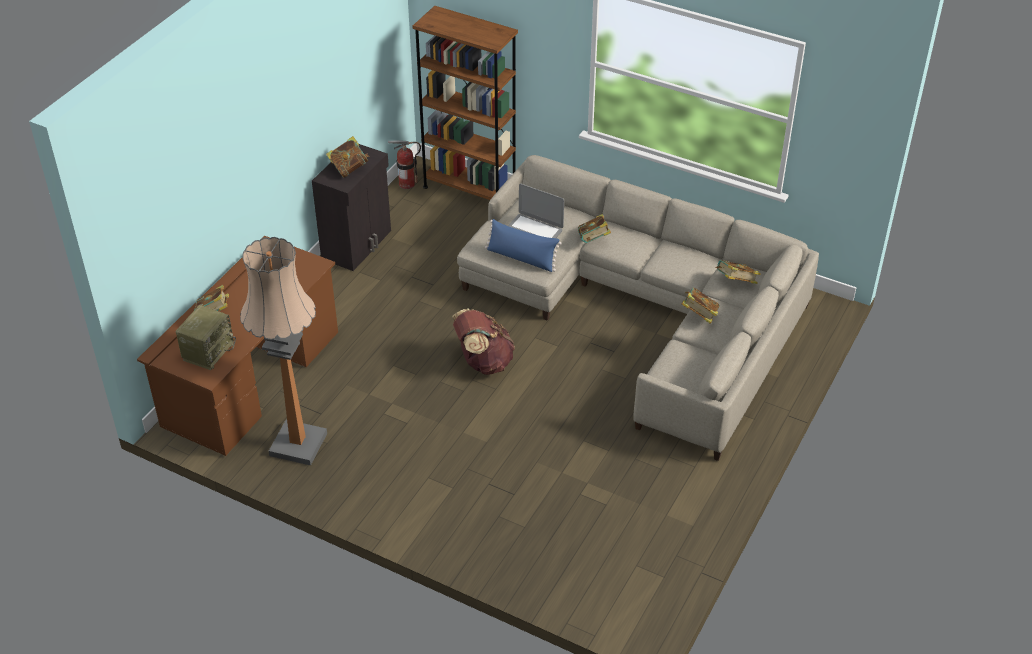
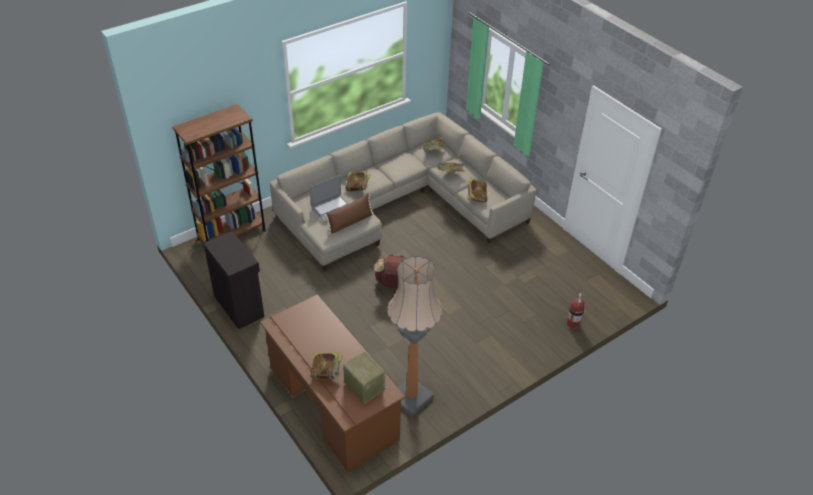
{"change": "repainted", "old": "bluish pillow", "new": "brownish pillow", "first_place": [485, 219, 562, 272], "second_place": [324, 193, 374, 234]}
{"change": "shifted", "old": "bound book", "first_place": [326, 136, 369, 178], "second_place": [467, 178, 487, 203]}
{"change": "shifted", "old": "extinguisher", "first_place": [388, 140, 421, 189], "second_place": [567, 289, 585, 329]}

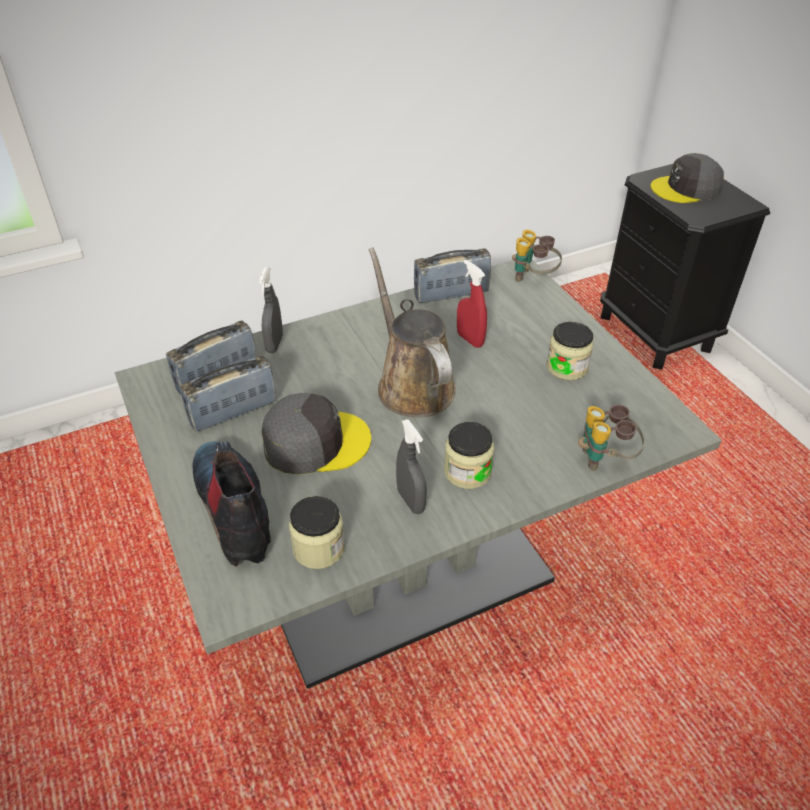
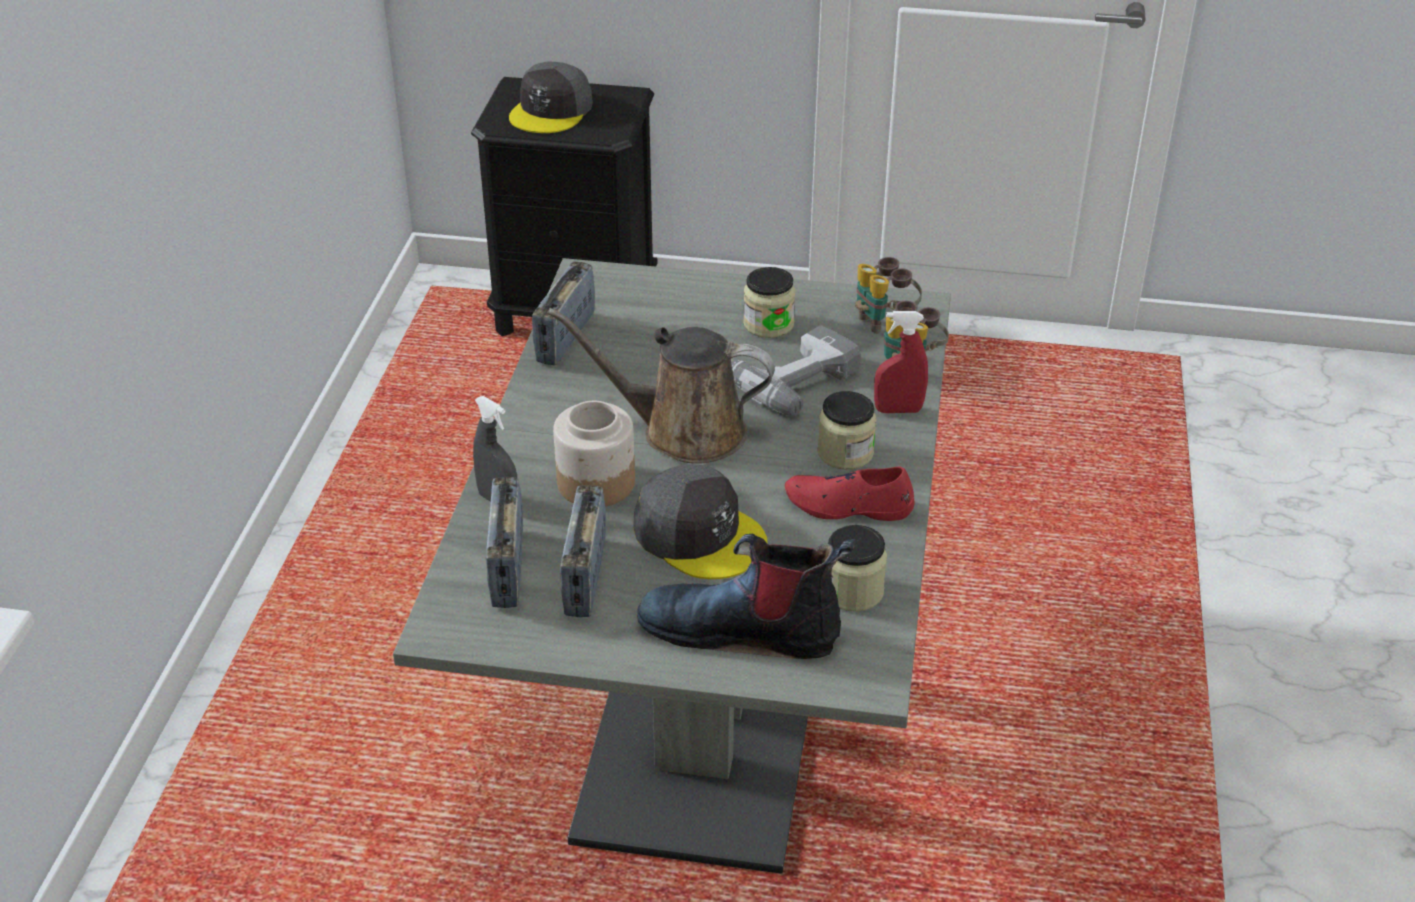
{"change": "new", "new": "storage jar", "second_place": [553, 401, 635, 507]}
{"change": "rotated", "old": "grey baseball cap", "first_place": [261, 393, 371, 475], "second_place": [633, 464, 768, 579], "degrees": 105}
{"change": "new", "new": "electric drill", "second_place": [730, 325, 861, 416]}
{"change": "swapped", "old": "grey spray bottle", "new": "reddish low shoe", "first_place": [396, 419, 427, 514], "second_place": [785, 467, 914, 521]}
{"change": "shifted", "old": "binoculars", "first_place": [512, 230, 562, 282], "second_place": [855, 257, 922, 334]}
{"change": "shifted", "old": "reddish spray bottle", "first_place": [457, 260, 487, 348], "second_place": [874, 311, 928, 413]}

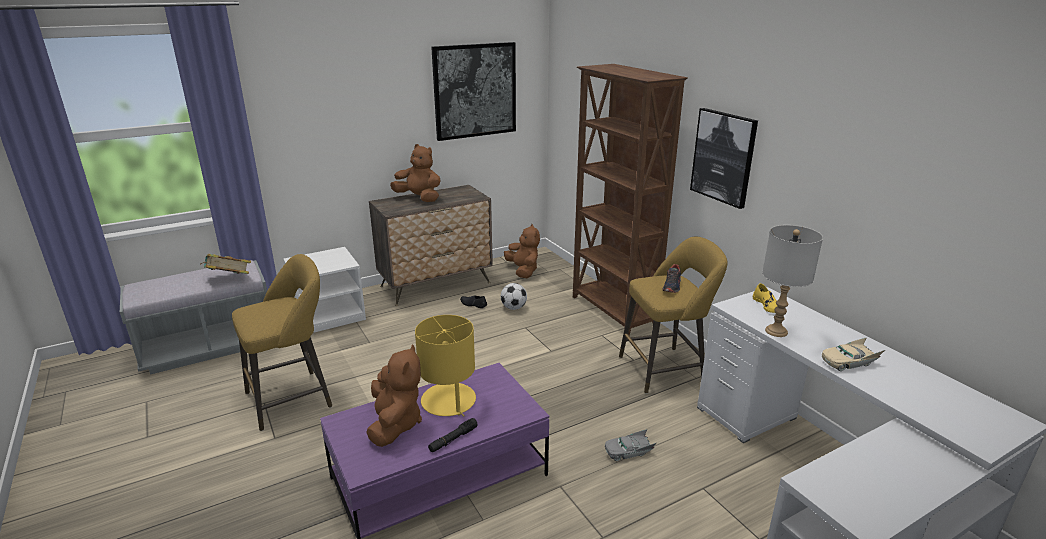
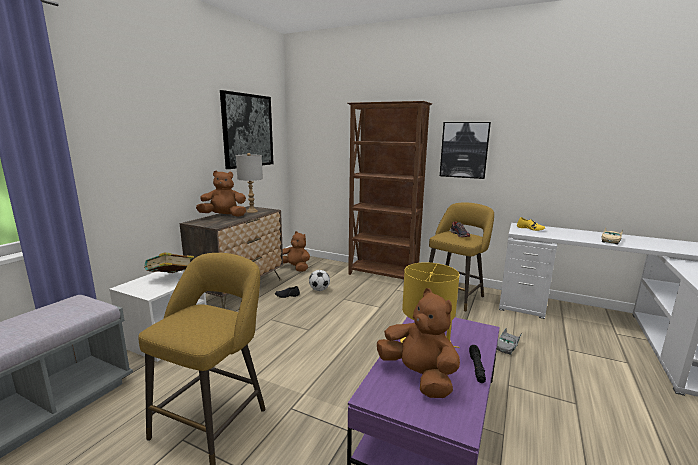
{"change": "shifted", "old": "bound book", "first_place": [201, 254, 251, 274], "second_place": [144, 252, 194, 273]}
{"change": "shifted", "old": "grey lamp for a table", "first_place": [762, 225, 823, 337], "second_place": [236, 153, 263, 213]}

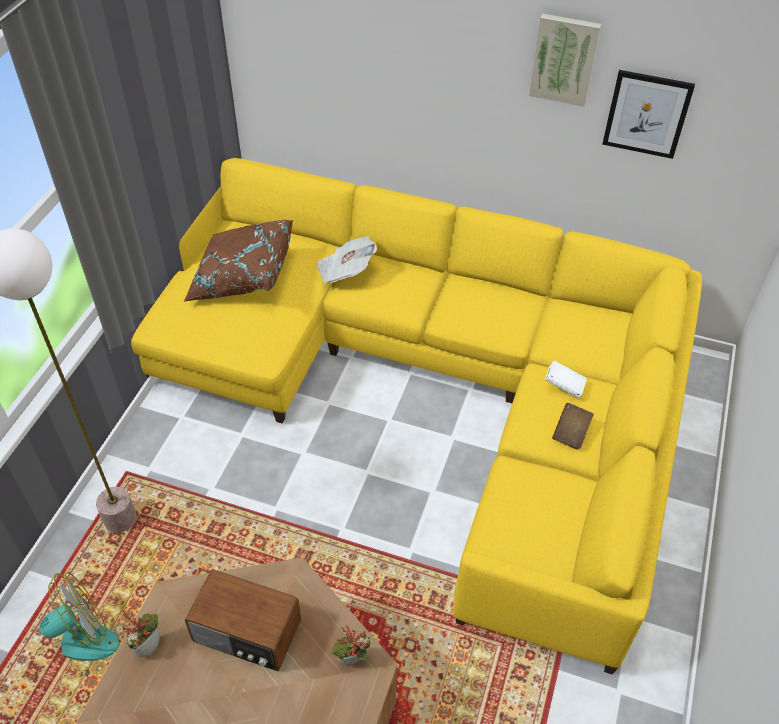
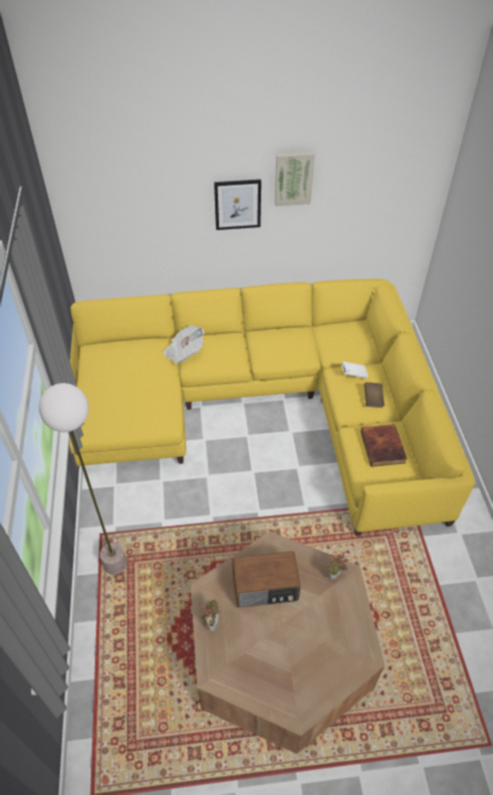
{"change": "shifted", "old": "wall picture", "first_place": [602, 70, 695, 159], "second_place": [214, 179, 261, 230]}
{"change": "new", "new": "bound book", "second_place": [361, 424, 407, 467]}
{"change": "gone", "old": "electric fan", "first_place": [34, 572, 120, 677]}
{"change": "gone", "old": "brownish pillow", "first_place": [183, 220, 293, 302]}

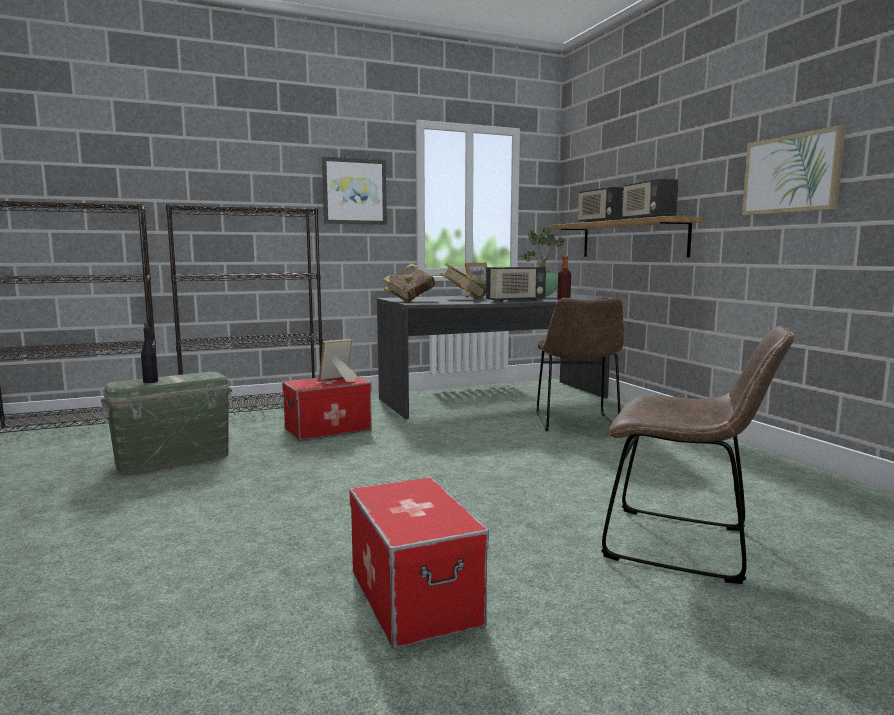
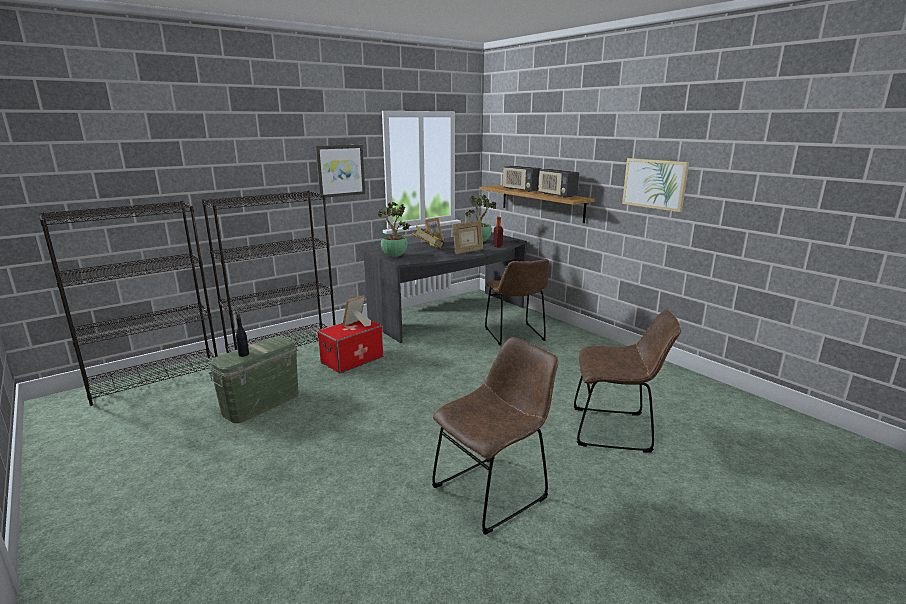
{"change": "swapped", "old": "bound book", "new": "potted plant", "first_place": [383, 263, 435, 302], "second_place": [378, 202, 410, 257]}
{"change": "swapped", "old": "storage bin", "new": "brownish chair", "first_place": [349, 477, 489, 649], "second_place": [432, 337, 558, 535]}
{"change": "swapped", "old": "radio set", "new": "photo frame", "first_place": [486, 267, 546, 302], "second_place": [452, 220, 483, 254]}

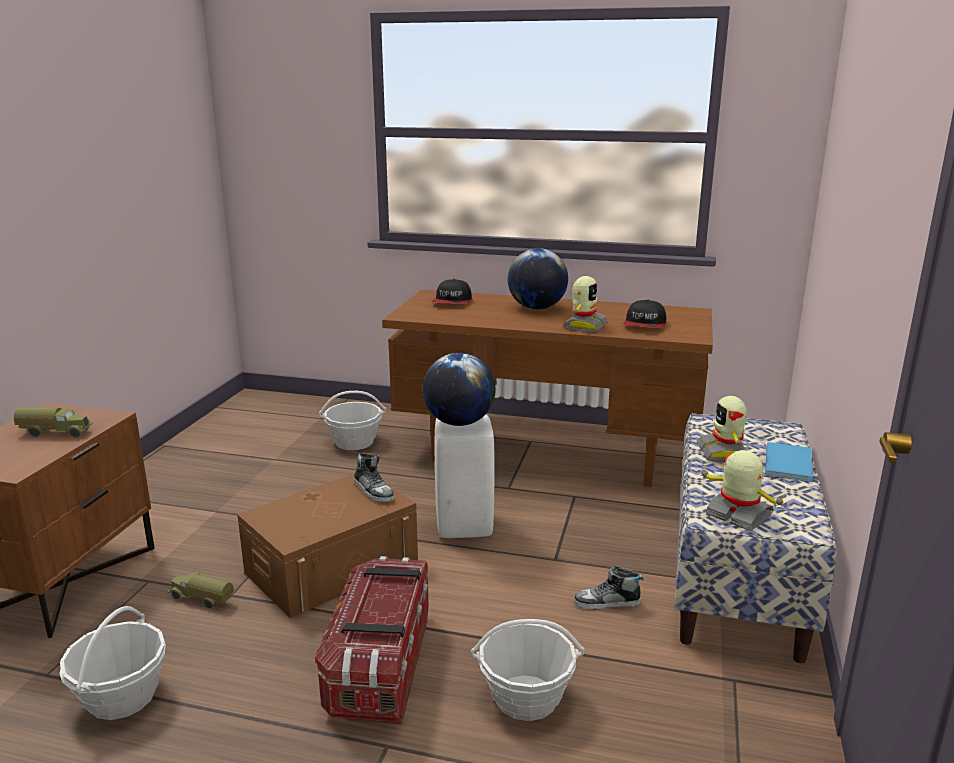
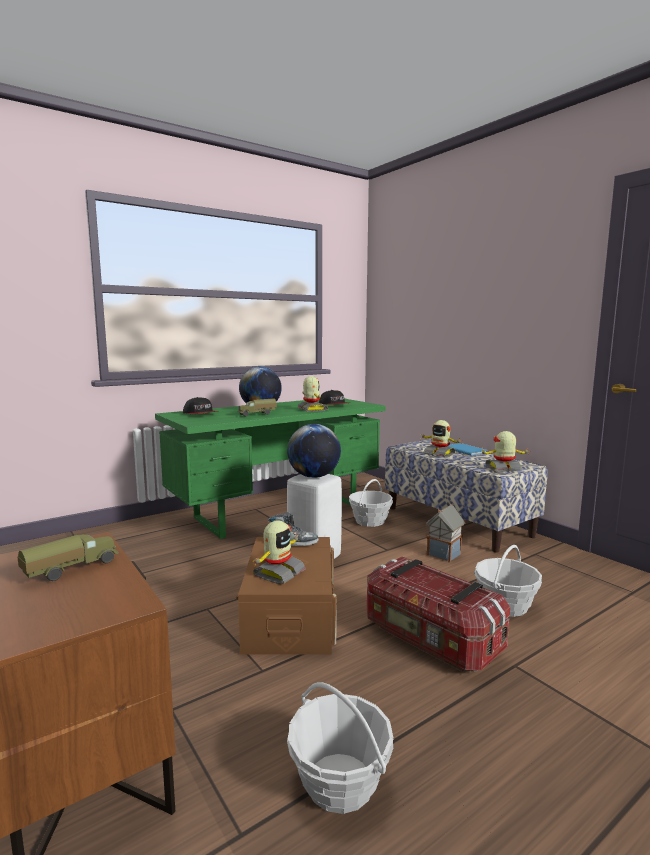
{"change": "repainted", "old": "brownish desk table", "new": "green-coloured desk table", "first_place": [382, 290, 713, 487], "second_place": [155, 398, 385, 539]}
{"change": "shifted", "old": "toy lorry", "first_place": [168, 573, 234, 608], "second_place": [237, 398, 277, 416]}
{"change": "new", "new": "toy robot", "second_place": [253, 520, 306, 584]}
{"change": "shifted", "old": "storage basket", "first_place": [319, 391, 386, 450], "second_place": [349, 479, 393, 527]}
{"change": "swapped", "old": "low shoe", "new": "miniature house", "first_place": [574, 565, 644, 609], "second_place": [426, 503, 465, 563]}

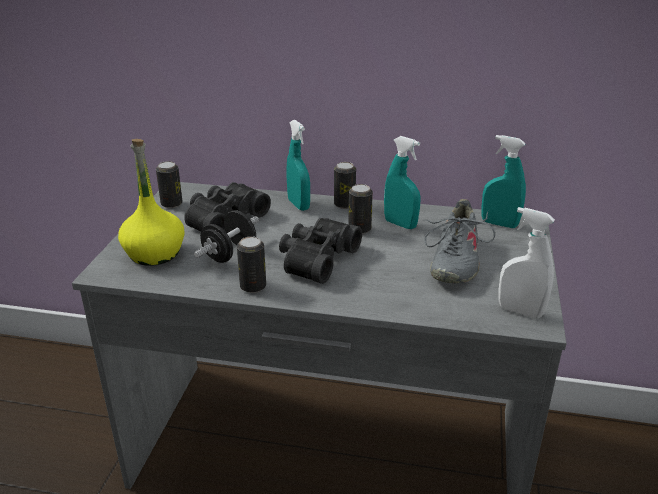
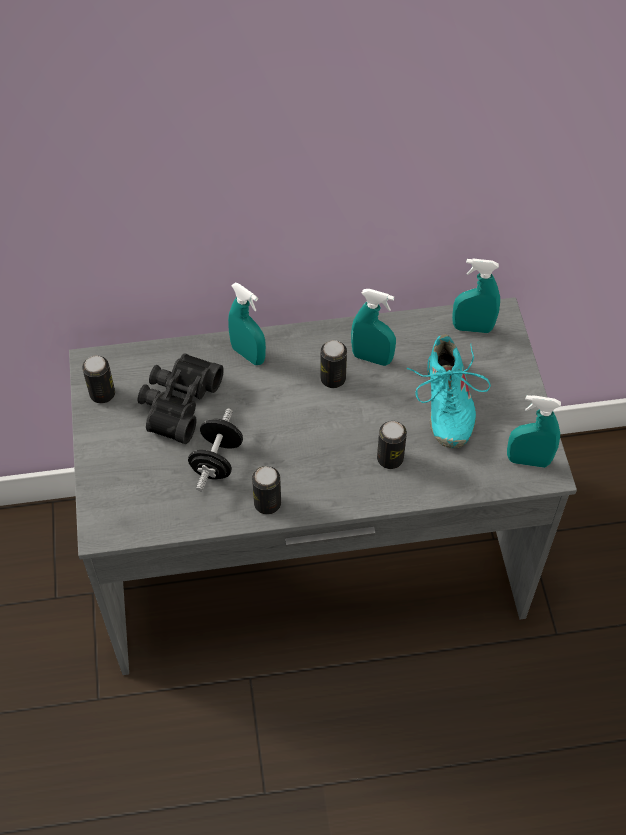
{"change": "shifted", "old": "sealed can", "first_place": [334, 162, 356, 209], "second_place": [377, 421, 407, 469]}
{"change": "repainted", "old": "grey low shoe", "new": "turquoise-coloured low shoe", "first_place": [423, 199, 495, 284], "second_place": [407, 334, 491, 448]}
{"change": "repainted", "old": "white-coloured spray bottle", "new": "turquoise-coloured spray bottle", "first_place": [498, 207, 555, 319], "second_place": [507, 395, 561, 468]}
{"change": "gone", "old": "yellow-coloured bottle", "first_place": [118, 139, 185, 266]}
{"change": "gone", "old": "black binoculars", "first_place": [279, 218, 362, 284]}

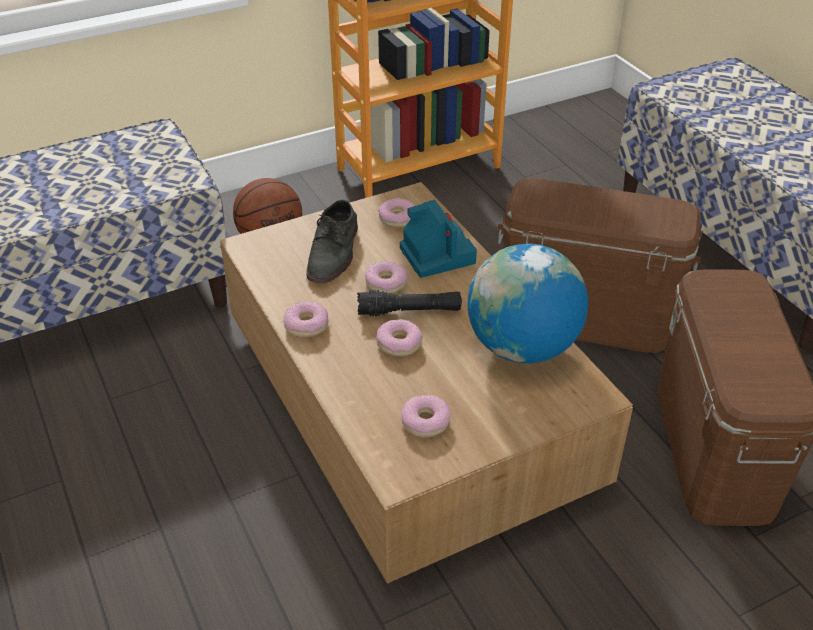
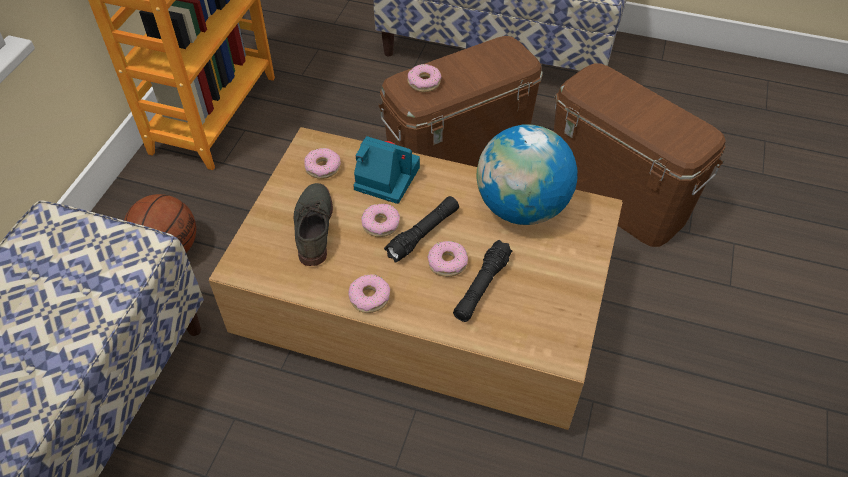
{"change": "rotated", "old": "grey low shoe", "first_place": [306, 200, 358, 283], "second_place": [294, 183, 333, 266], "degrees": -150}
{"change": "shifted", "old": "doughnut", "first_place": [401, 395, 450, 438], "second_place": [407, 64, 442, 92]}
{"change": "new", "new": "black hand torch", "second_place": [453, 240, 512, 322]}

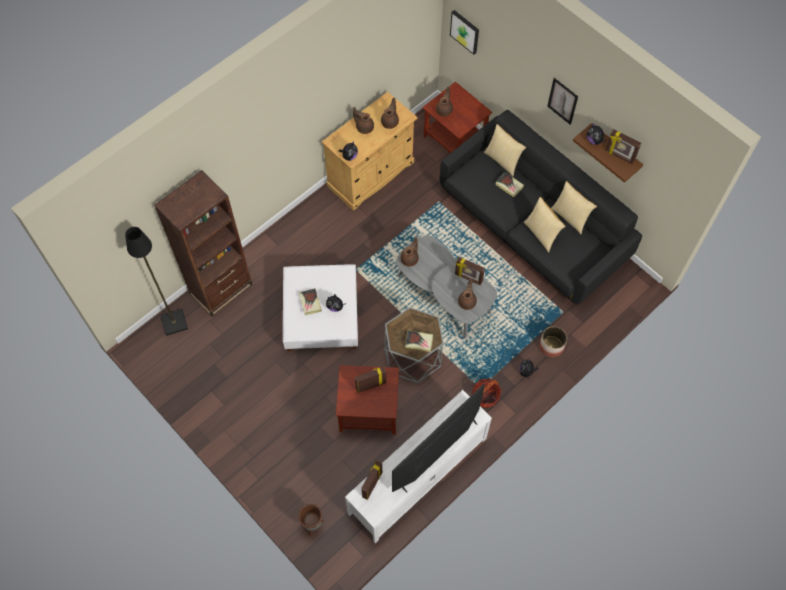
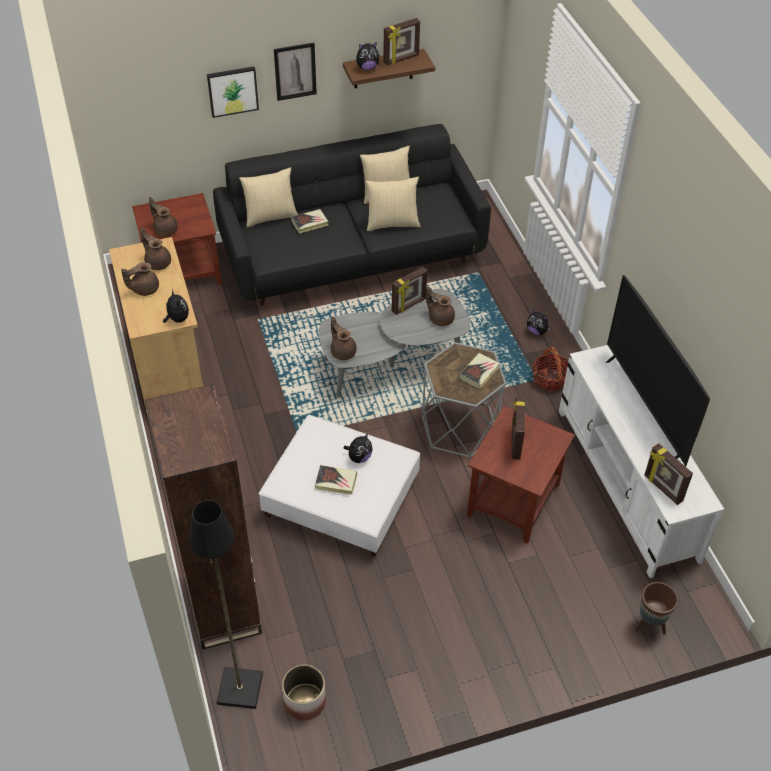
{"change": "shifted", "old": "wall picture", "first_place": [450, 10, 479, 55], "second_place": [207, 66, 259, 118]}
{"change": "shifted", "old": "planter", "first_place": [539, 326, 567, 357], "second_place": [282, 664, 326, 720]}

